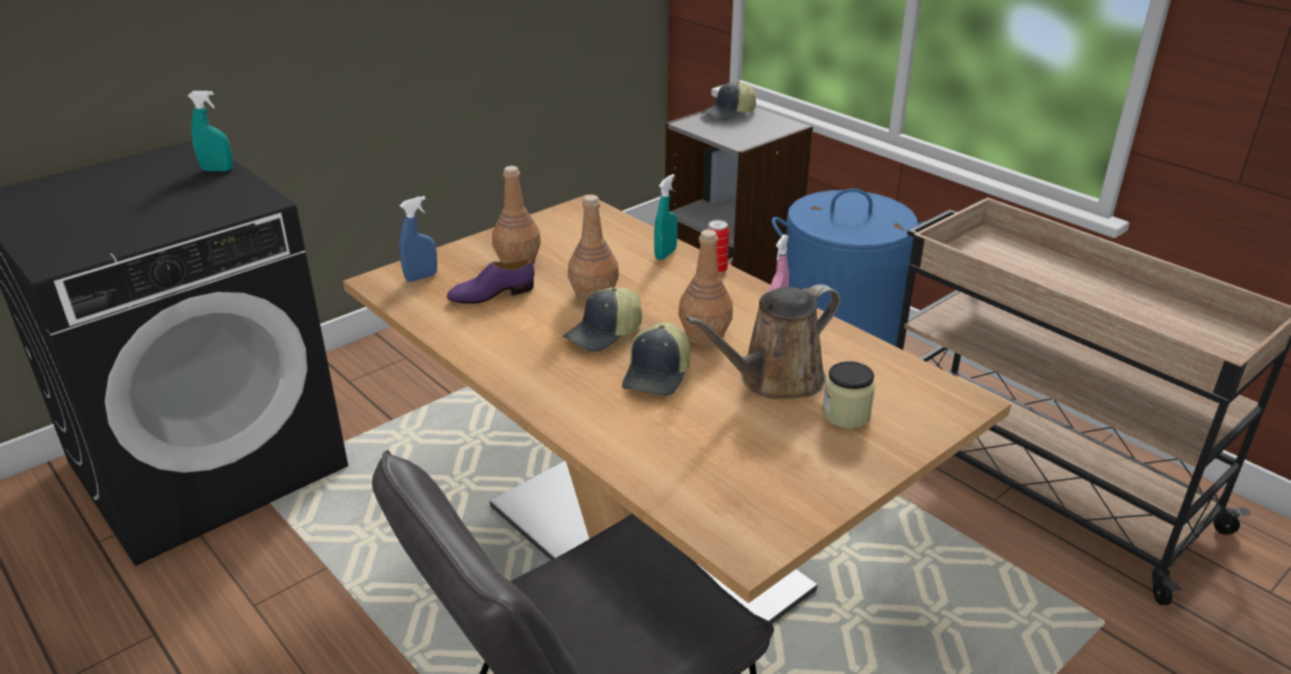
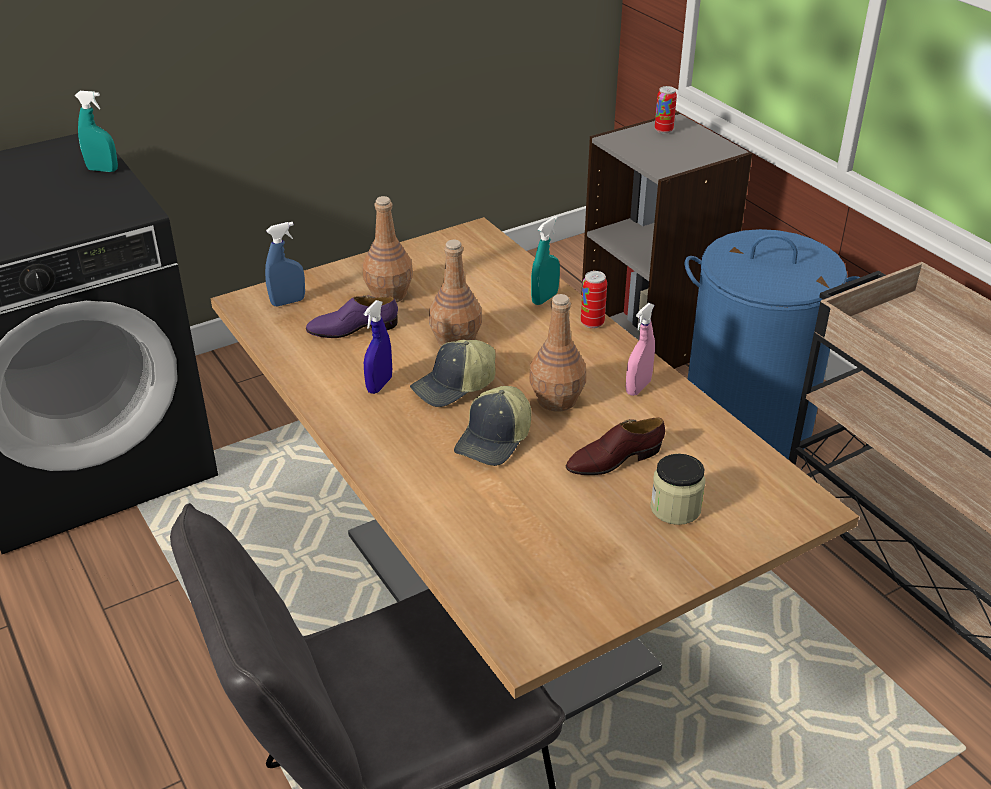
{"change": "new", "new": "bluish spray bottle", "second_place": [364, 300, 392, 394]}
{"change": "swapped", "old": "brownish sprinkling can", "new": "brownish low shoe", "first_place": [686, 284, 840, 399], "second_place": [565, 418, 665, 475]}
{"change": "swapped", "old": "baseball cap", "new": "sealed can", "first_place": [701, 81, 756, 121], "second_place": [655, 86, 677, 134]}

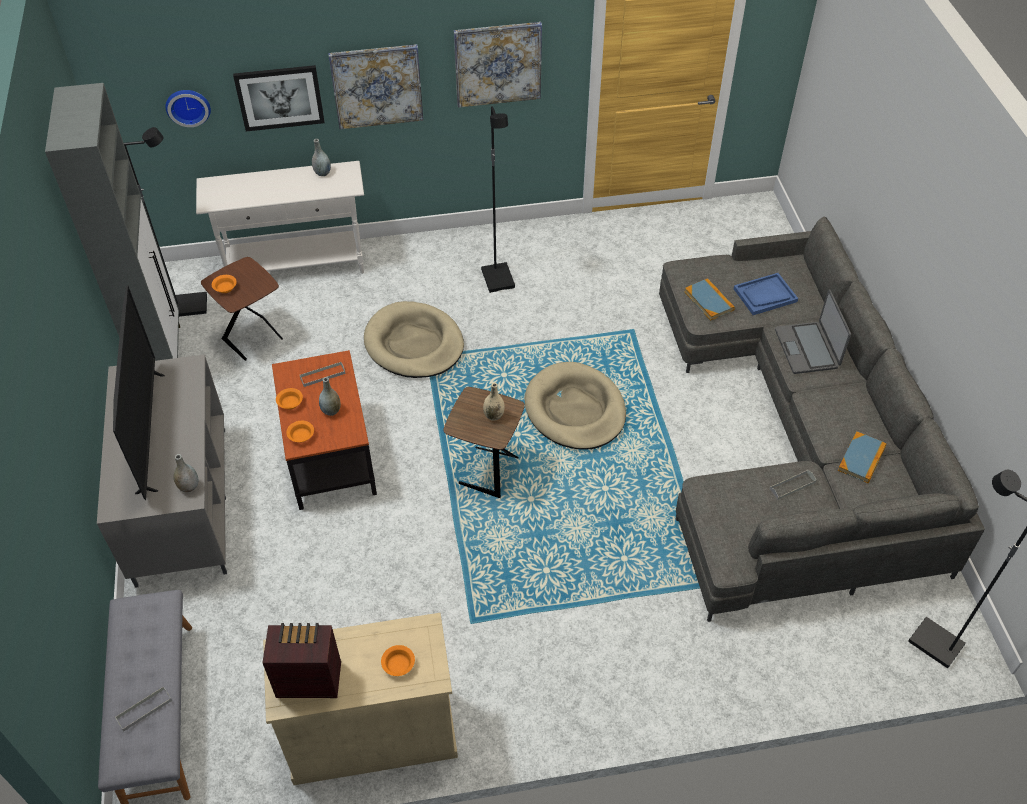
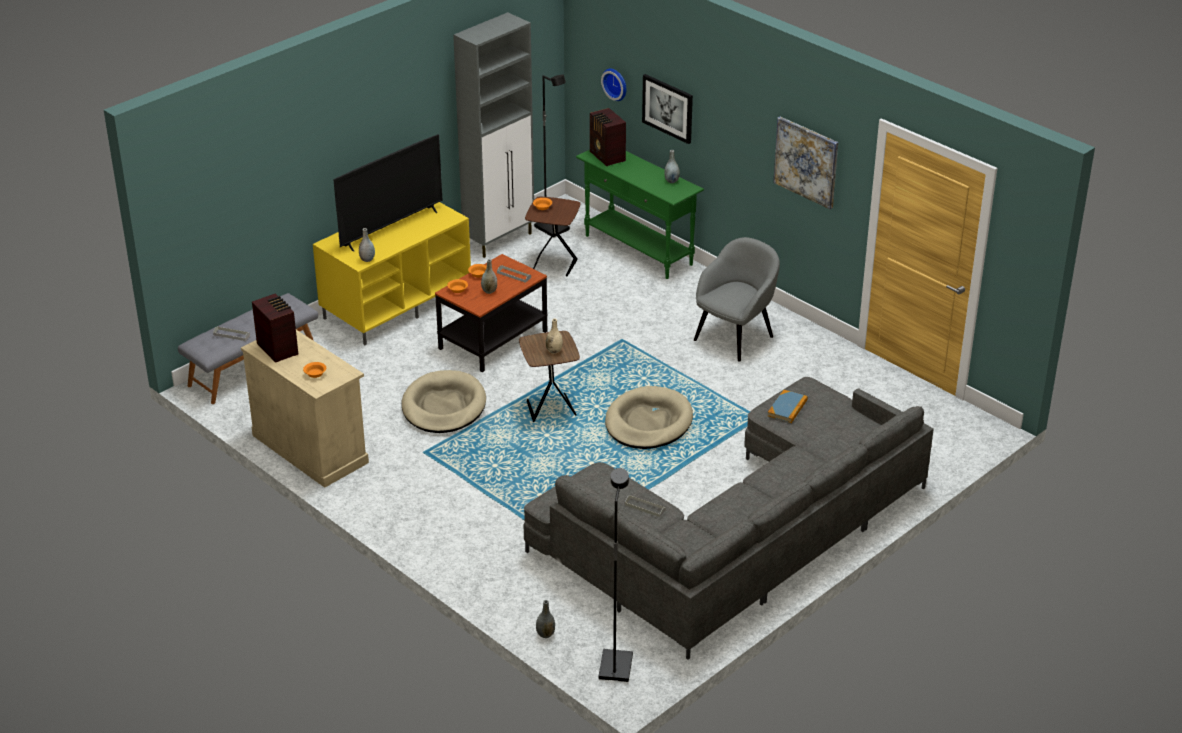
{"change": "repainted", "old": "grey tv unit", "new": "yellow-coloured tv unit", "first_place": [97, 355, 227, 588], "second_place": [313, 202, 471, 345]}
{"change": "shifted", "old": "beige dog cushion", "first_place": [364, 301, 464, 378], "second_place": [402, 370, 486, 433]}
{"change": "new", "new": "grey vase", "second_place": [536, 600, 555, 638]}
{"change": "repainted", "old": "white-coloured narrow table", "new": "green-coloured narrow table", "first_place": [196, 161, 364, 274], "second_place": [576, 150, 704, 279]}
{"change": "new", "new": "radio set", "second_place": [590, 108, 626, 166]}
{"change": "swapped", "old": "black floor lamp", "new": "grey armchair", "first_place": [481, 106, 515, 293], "second_place": [694, 237, 780, 362]}
{"change": "gone", "old": "wall picture", "first_place": [328, 44, 423, 129]}
{"change": "gone", "old": "bluish serving tray", "first_place": [734, 273, 798, 315]}
{"change": "gone", "old": "laptop", "first_place": [775, 289, 851, 374]}
{"change": "gone", "old": "bound book", "first_place": [837, 431, 886, 483]}

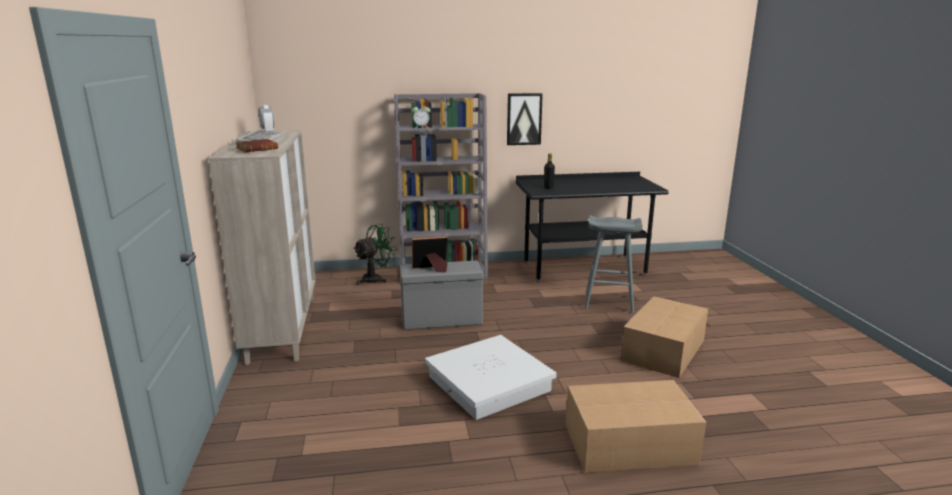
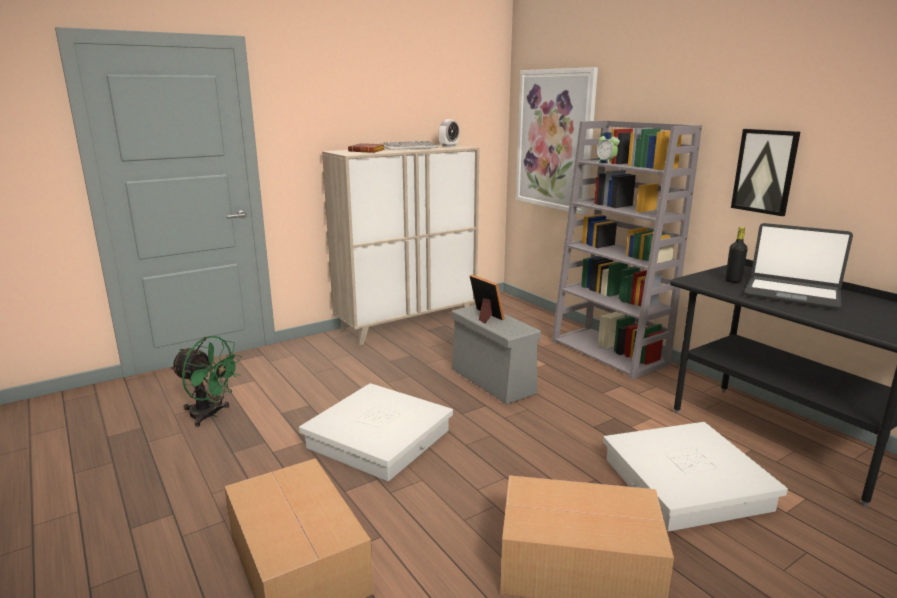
{"change": "shifted", "old": "green-coloured electric fan", "first_place": [353, 224, 396, 285], "second_place": [171, 336, 242, 427]}
{"change": "new", "new": "wall picture", "second_place": [516, 67, 598, 215]}
{"change": "swapped", "old": "grey stool seat", "new": "white-coloured storage bin", "first_place": [585, 215, 643, 313], "second_place": [603, 422, 788, 531]}
{"change": "new", "new": "laptop", "second_place": [744, 223, 853, 310]}

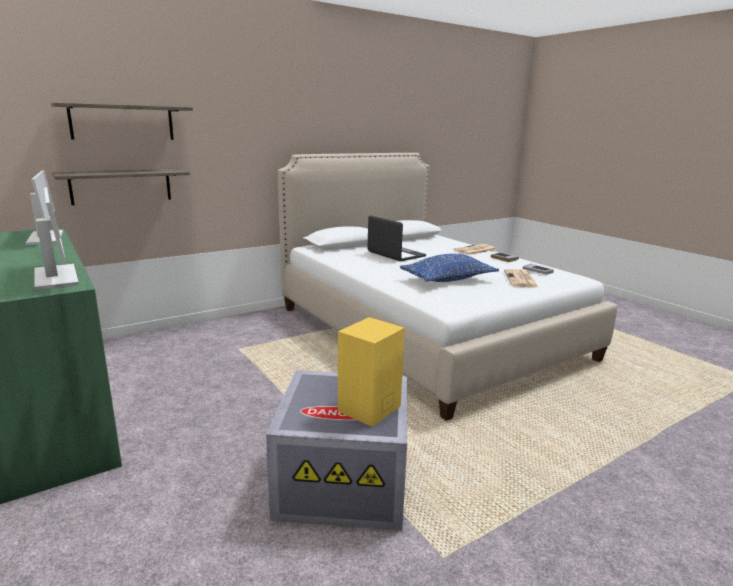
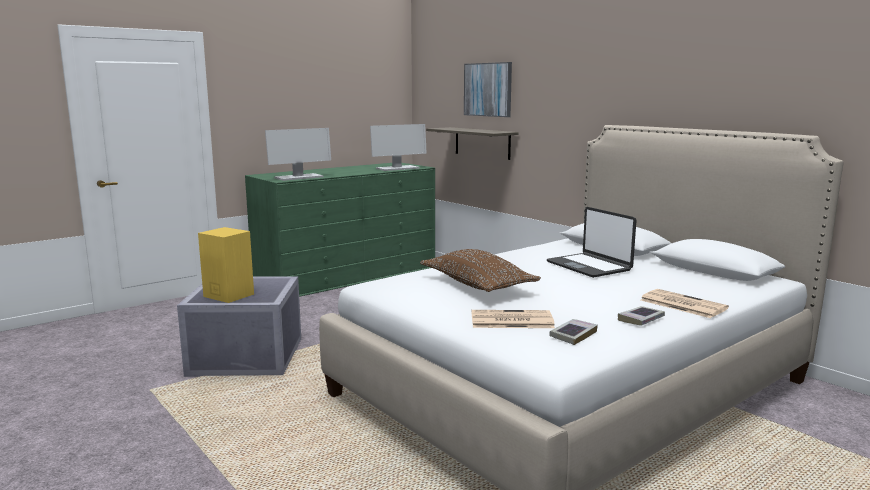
{"change": "repainted", "old": "bluish pillow", "new": "brownish pillow", "first_place": [400, 254, 499, 282], "second_place": [420, 249, 541, 292]}
{"change": "swapped", "old": "bracket shelf", "new": "wall picture", "first_place": [51, 102, 193, 140], "second_place": [464, 62, 512, 117]}
{"change": "rotated", "old": "laptop", "first_place": [368, 215, 426, 262], "second_place": [547, 207, 636, 278], "degrees": 105}

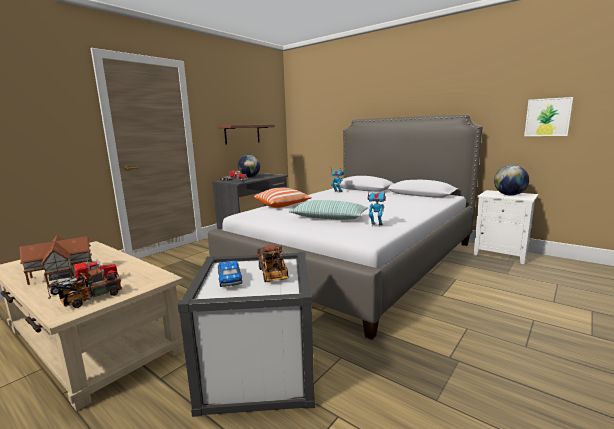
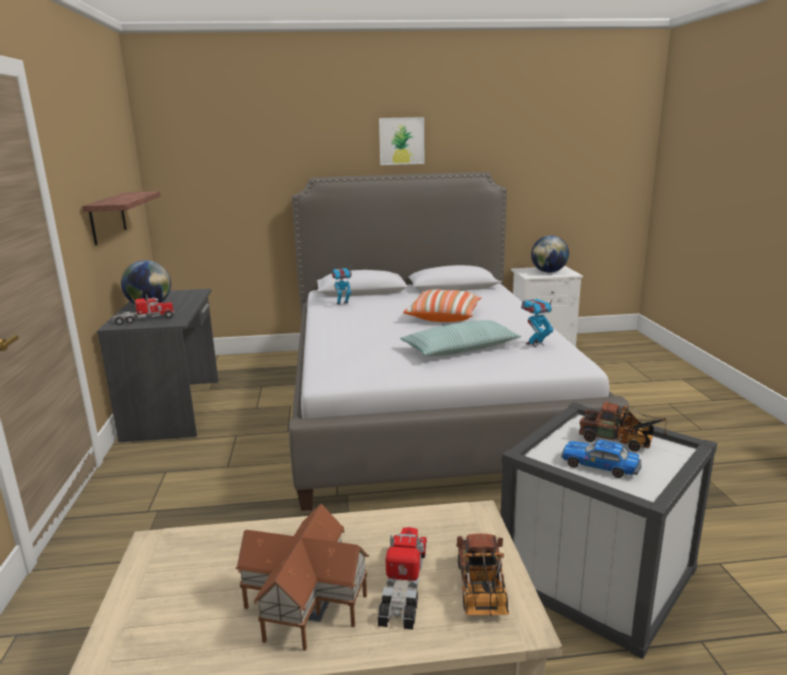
{"change": "shifted", "old": "wall picture", "first_place": [524, 97, 573, 136], "second_place": [379, 117, 424, 165]}
{"change": "shifted", "old": "pillow", "first_place": [254, 188, 312, 208], "second_place": [403, 289, 482, 322]}

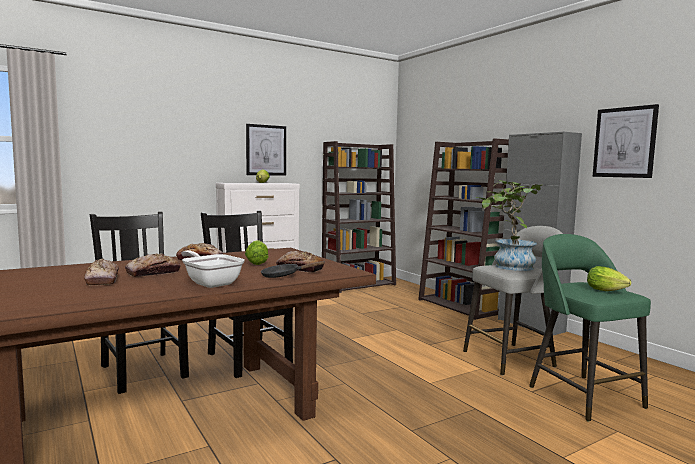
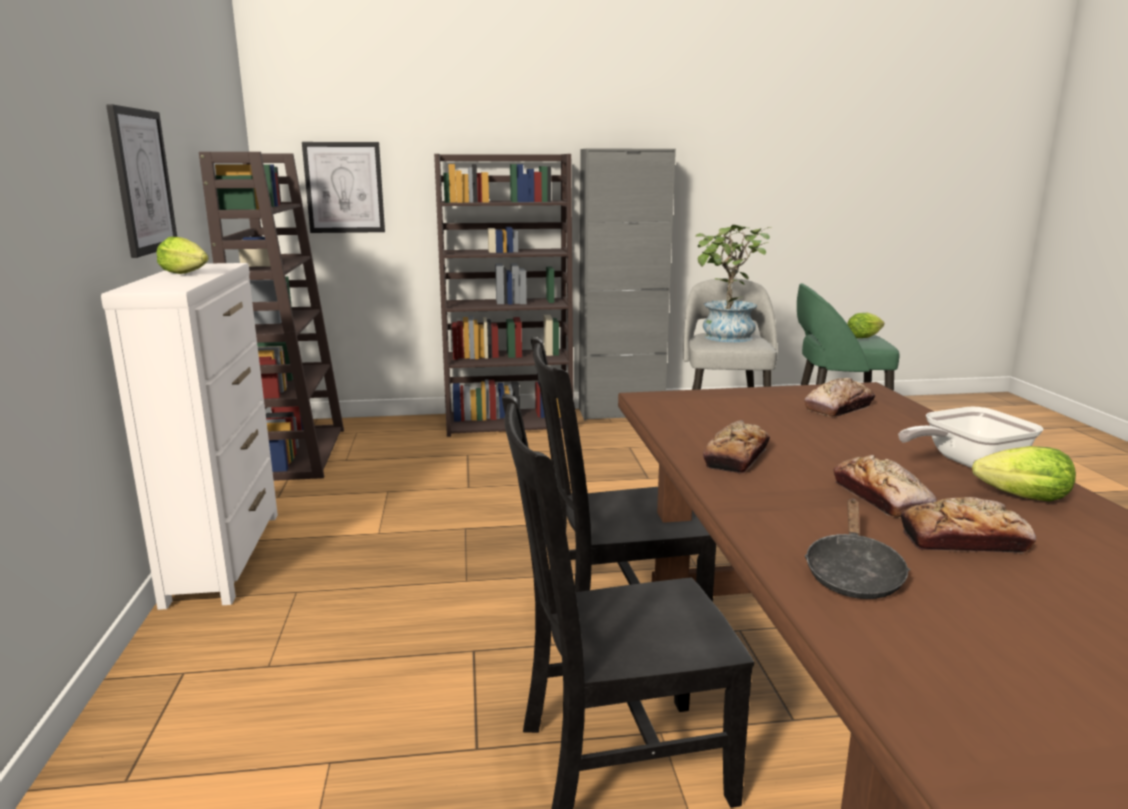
{"change": "shifted", "old": "wall picture", "first_place": [593, 104, 659, 178], "second_place": [302, 142, 385, 233]}
{"change": "shifted", "old": "black frying pan", "first_place": [261, 261, 326, 278], "second_place": [805, 499, 910, 599]}
{"change": "shifted", "old": "lettuce head", "first_place": [245, 240, 268, 265], "second_place": [972, 446, 1076, 502]}

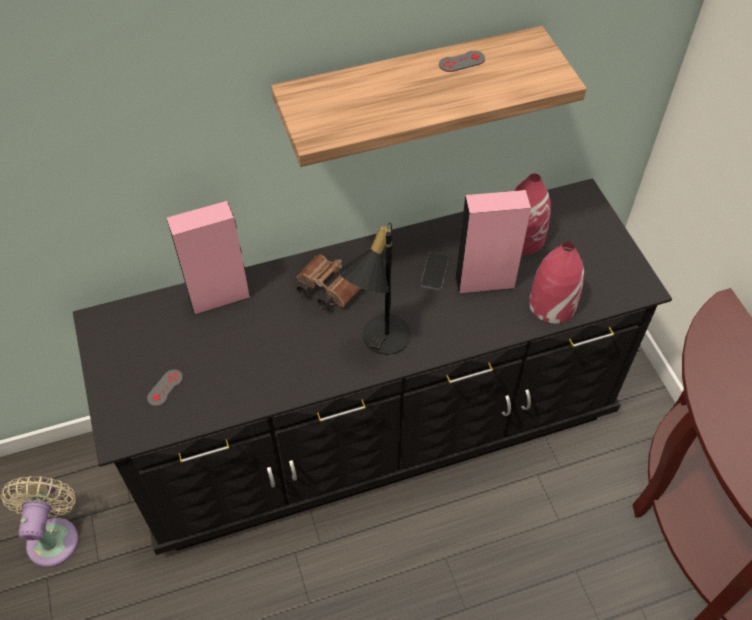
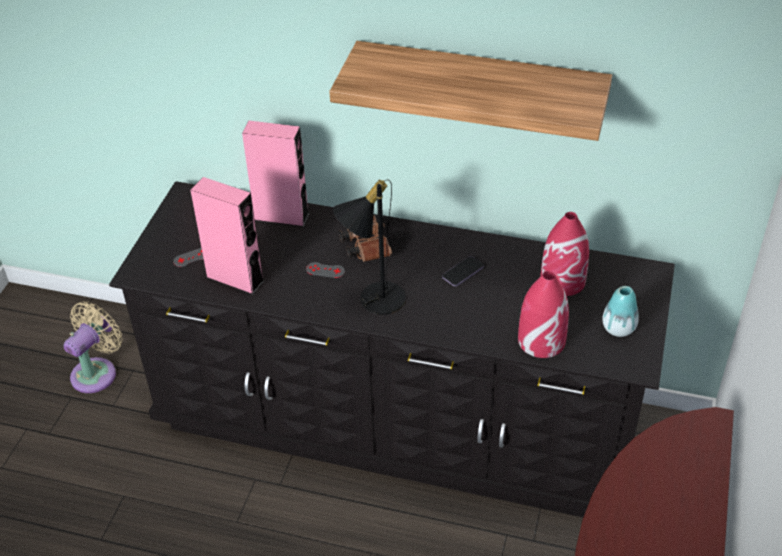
{"change": "shifted", "old": "pinkish speaker", "first_place": [454, 190, 531, 294], "second_place": [190, 177, 264, 295]}
{"change": "shifted", "old": "grey joypad", "first_place": [439, 51, 485, 72], "second_place": [306, 262, 345, 278]}
{"change": "new", "new": "vase", "second_place": [602, 286, 639, 337]}

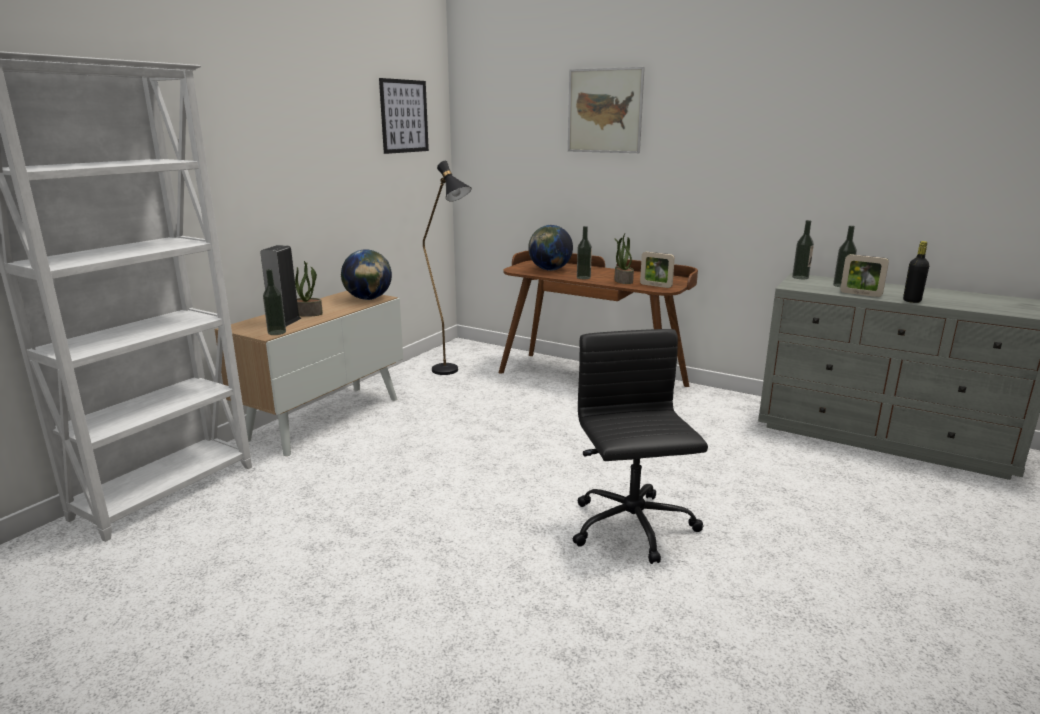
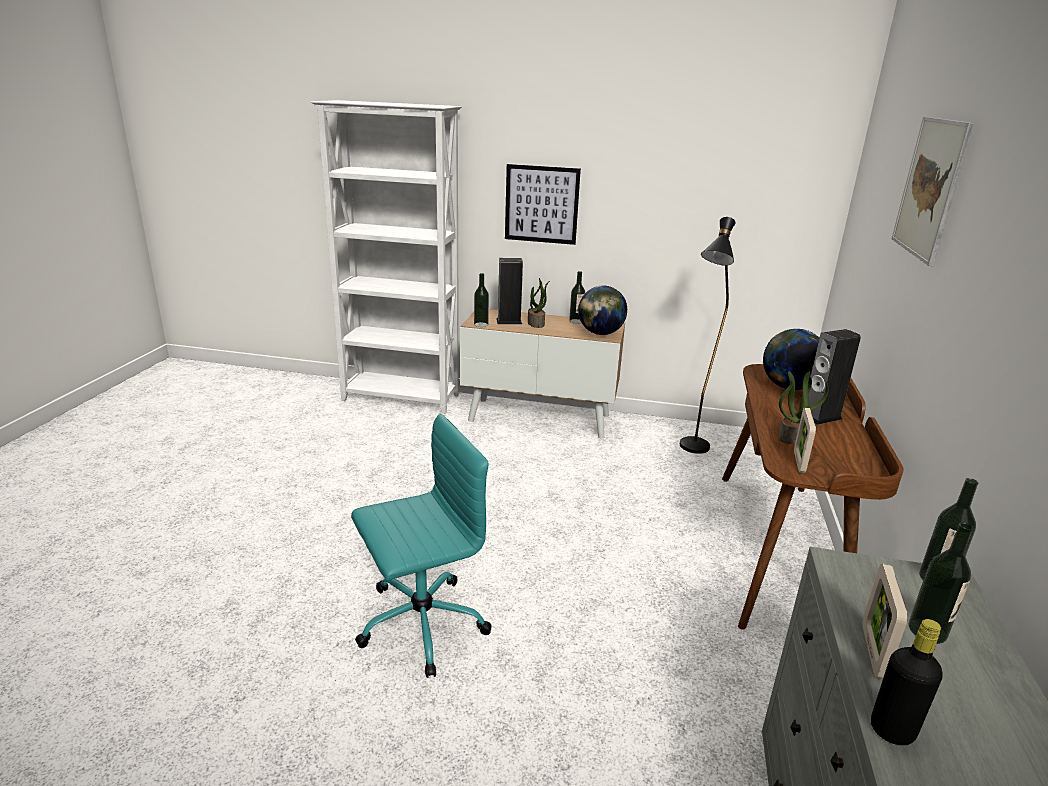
{"change": "repainted", "old": "black desk chair", "new": "turquoise-coloured desk chair", "first_place": [573, 329, 708, 564], "second_place": [351, 414, 492, 678]}
{"change": "shifted", "old": "wall picture", "first_place": [379, 78, 429, 154], "second_place": [505, 164, 581, 245]}
{"change": "shifted", "old": "bottle", "first_place": [577, 226, 592, 279], "second_place": [569, 271, 585, 324]}
{"change": "new", "new": "speaker", "second_place": [808, 329, 861, 425]}

